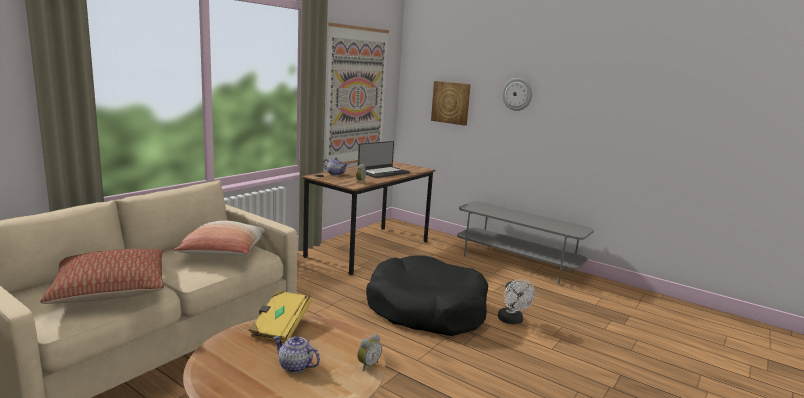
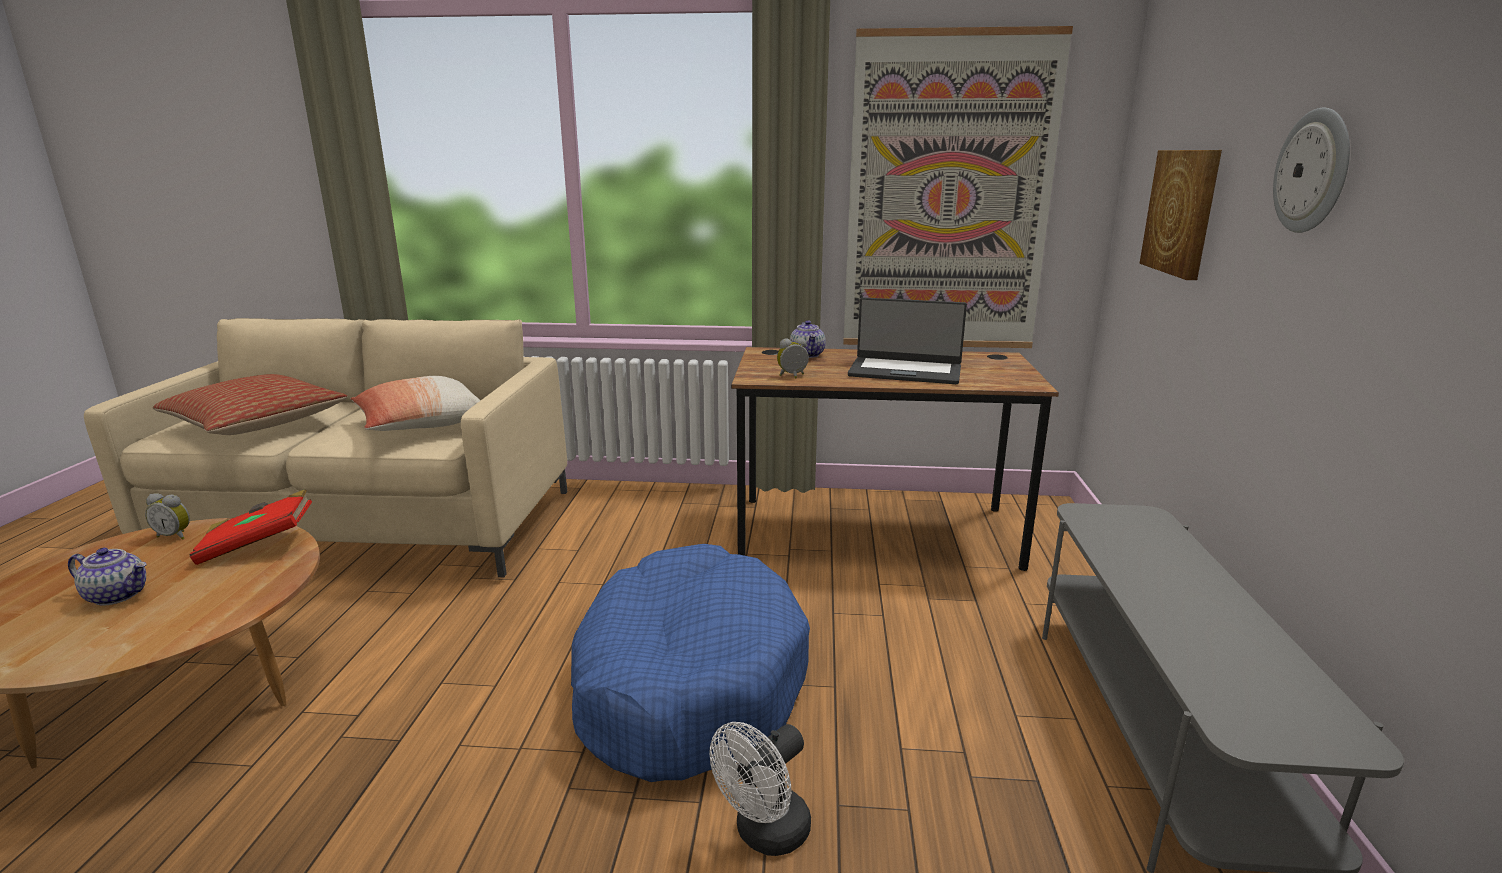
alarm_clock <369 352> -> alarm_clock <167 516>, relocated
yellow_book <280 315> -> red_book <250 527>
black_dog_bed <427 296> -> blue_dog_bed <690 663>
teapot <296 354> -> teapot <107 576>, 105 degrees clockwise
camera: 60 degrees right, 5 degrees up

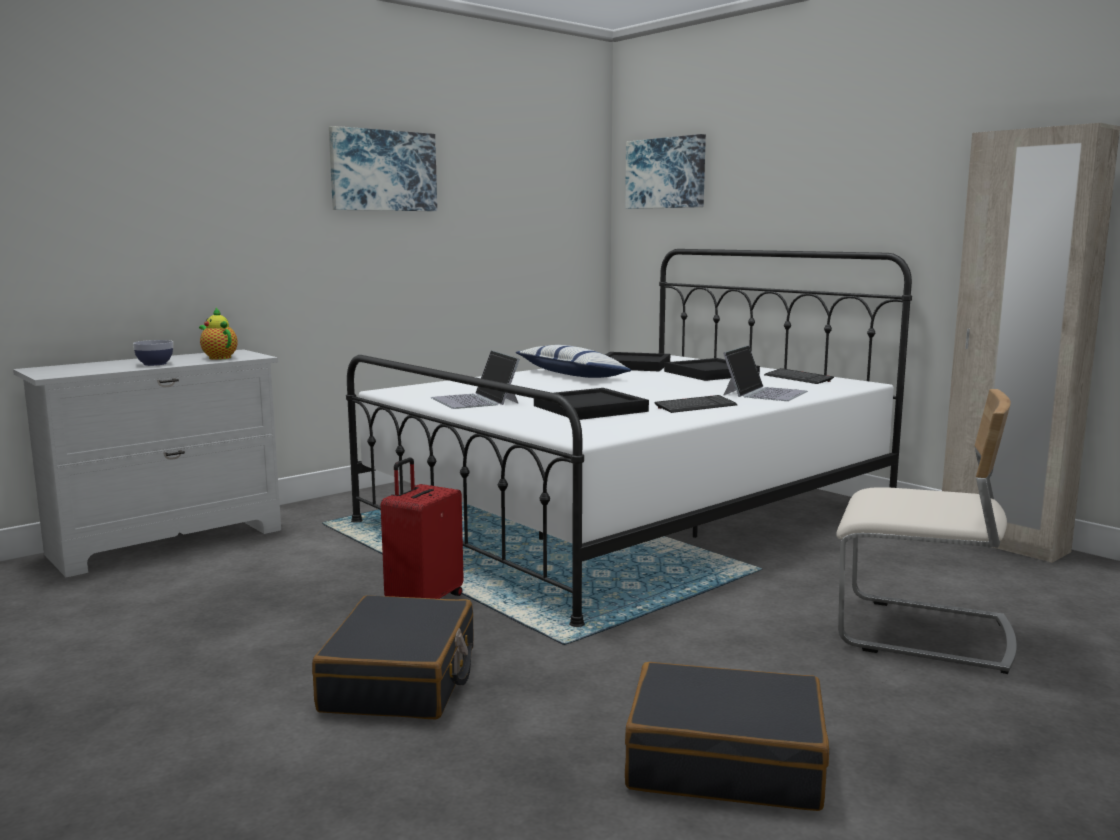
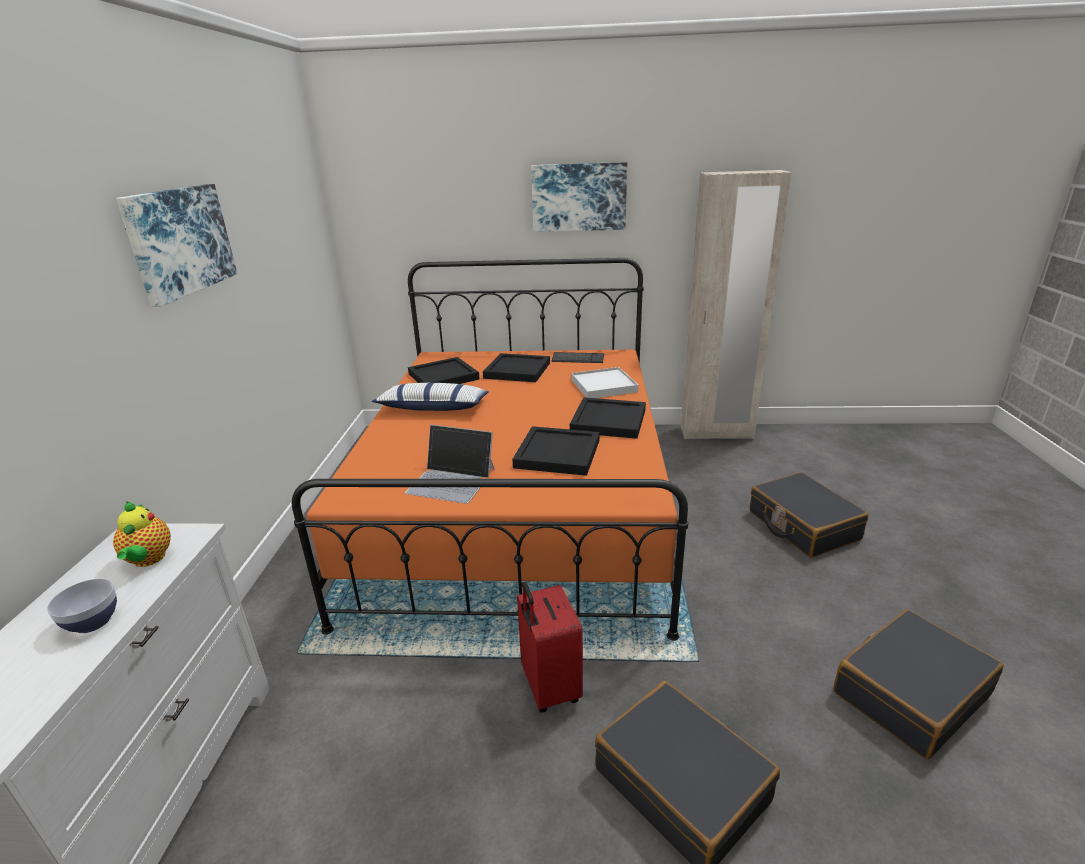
picture <665 171> -> picture <579 197>, relocated
keyboard <696 404> -> black_tray <608 418>
laptop <765 373> -> white_tray <605 382>
beige_chair <926 531> -> black_suitcase <809 515>
white_bed <629 438> -> orange_bed <490 449>
teapot <218 334> -> teapot <142 534>, 105 degrees counterclockwise
camera: 45 degrees left, 15 degrees up

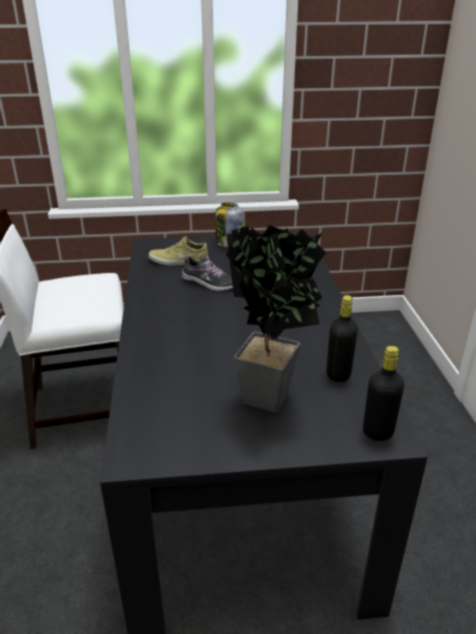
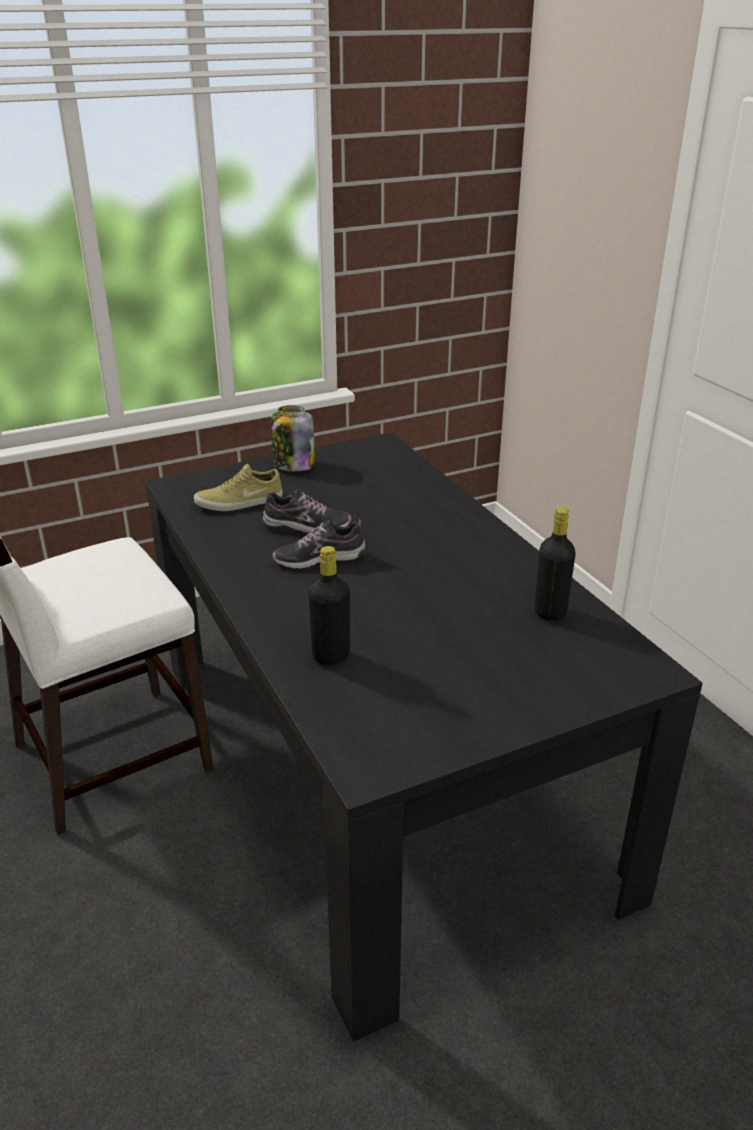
potted_plant <276 319> -> none
none -> shoe <319 544>
black_bottle <383 393> -> black_bottle <329 605>, relocated
camera: 20 degrees left, 0 degrees up

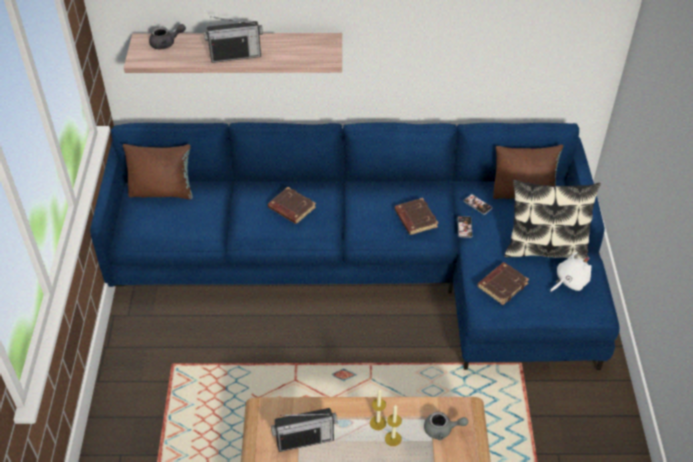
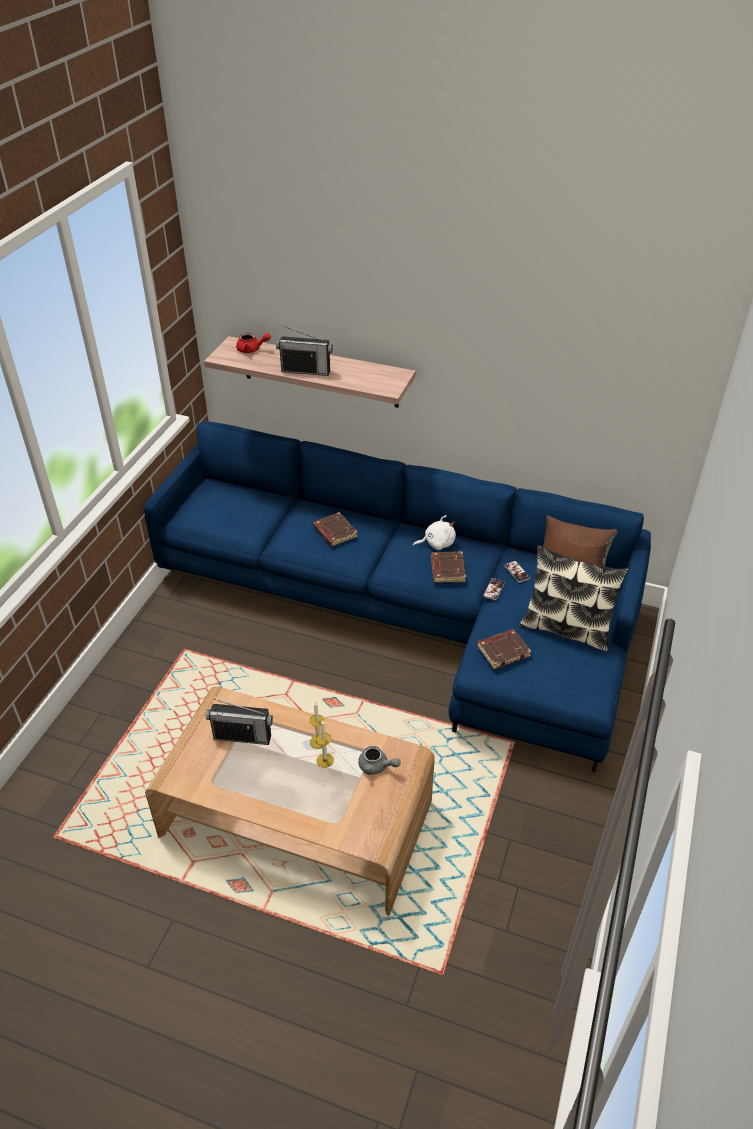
brown_pillow <158 171> -> none
white_plush_toy <570 272> -> white_plush_toy <434 532>, relocated
grey_teapot <167 36> -> red_teapot <253 343>
camera: 20 degrees right, 5 degrees down

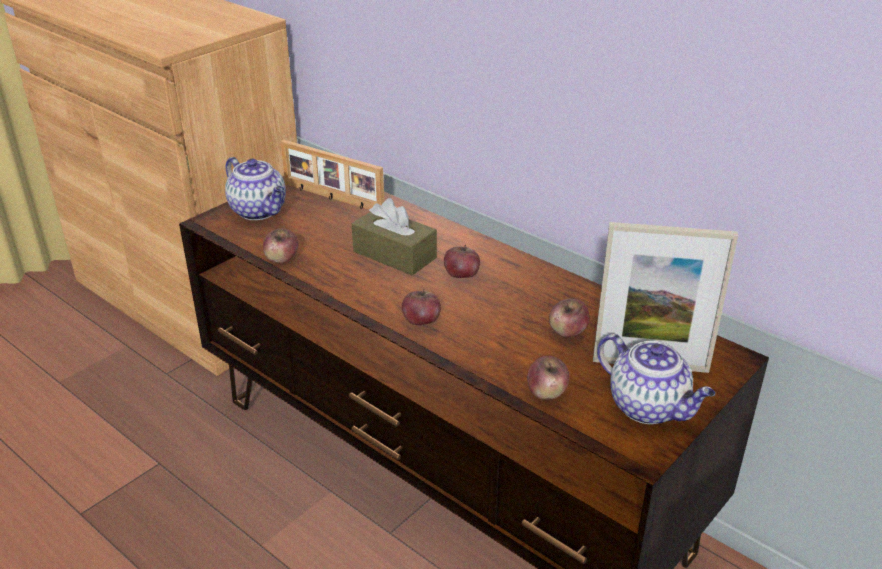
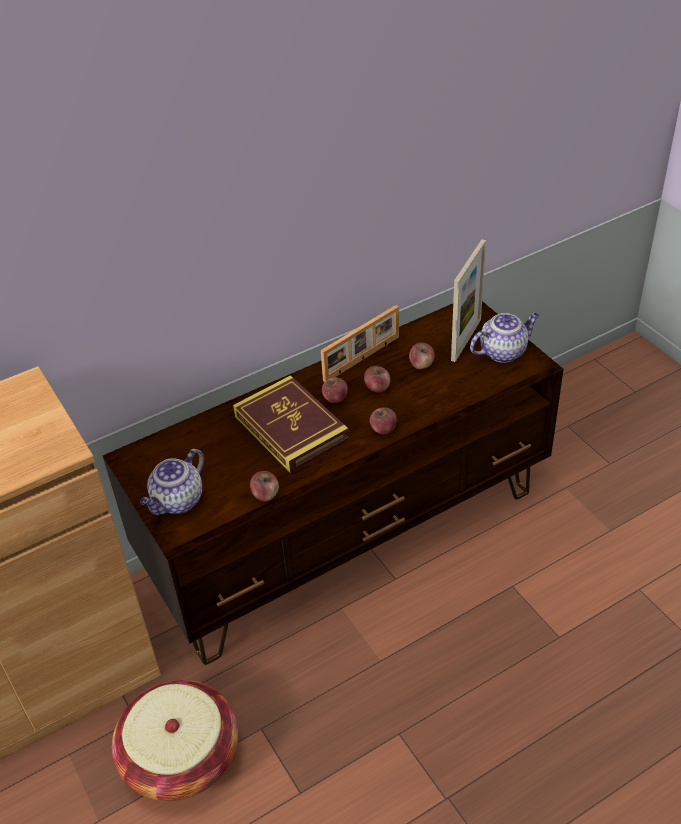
none -> basket <175 740>
picture_frame <332 175> -> picture_frame <360 343>, relocated
apple <548 378> -> apple <377 379>, relocated
brown_tissue_box <394 237> -> book <291 424>
teapot <255 188> -> teapot <172 482>, 150 degrees clockwise
camera: 70 degrees left, 10 degrees up

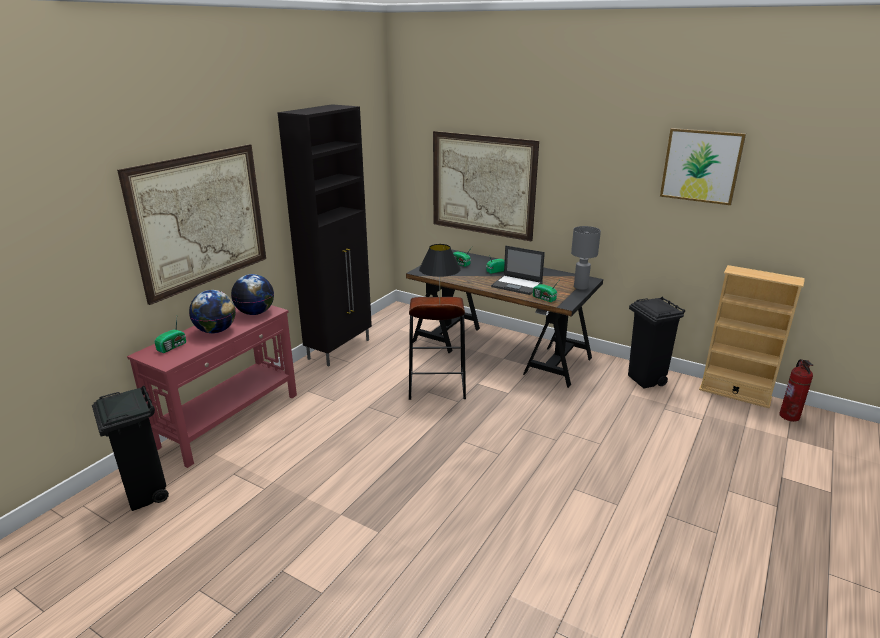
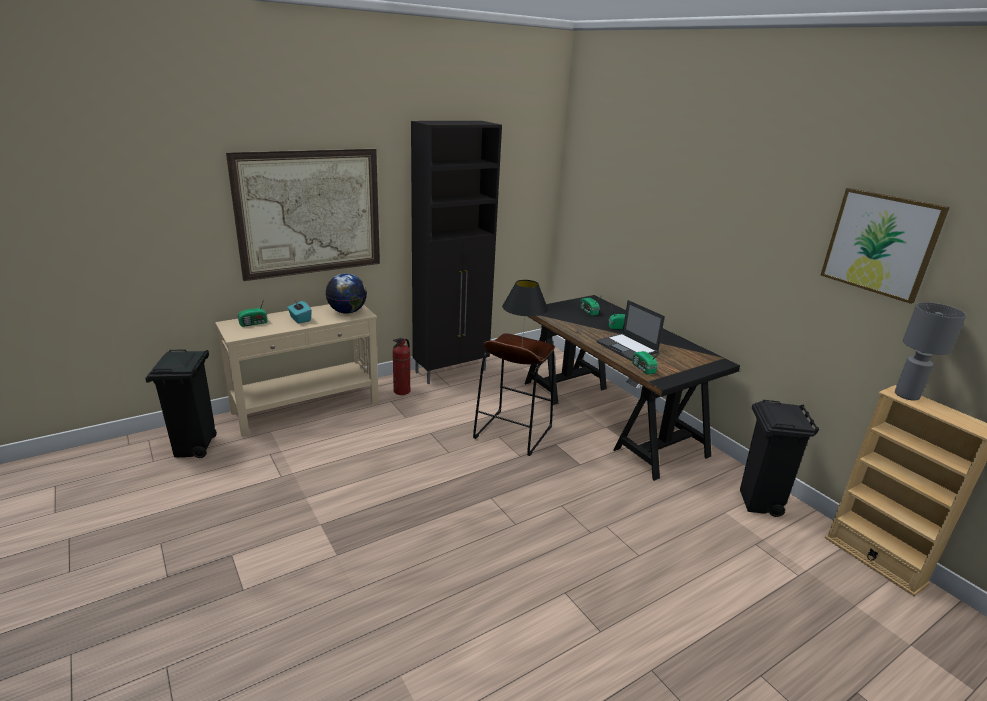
picture <486 186> -> none
grey_table_lamp <586 258> -> grey_table_lamp <930 351>, relocated
fire_extinguisher <796 390> -> fire_extinguisher <401 366>, relocated
globe <212 311> -> turquoise_tissue_box <299 311>
red_console_table <212 386> -> beige_console_table <297 370>
camera: 25 degrees right, 0 degrees up

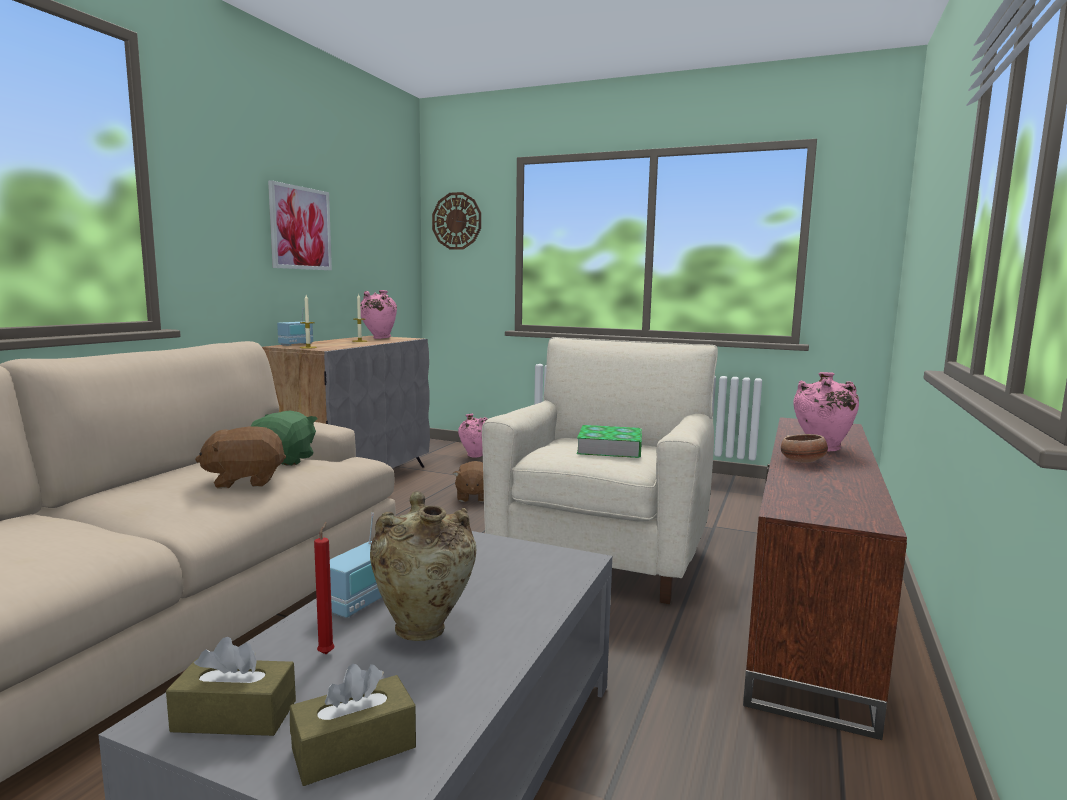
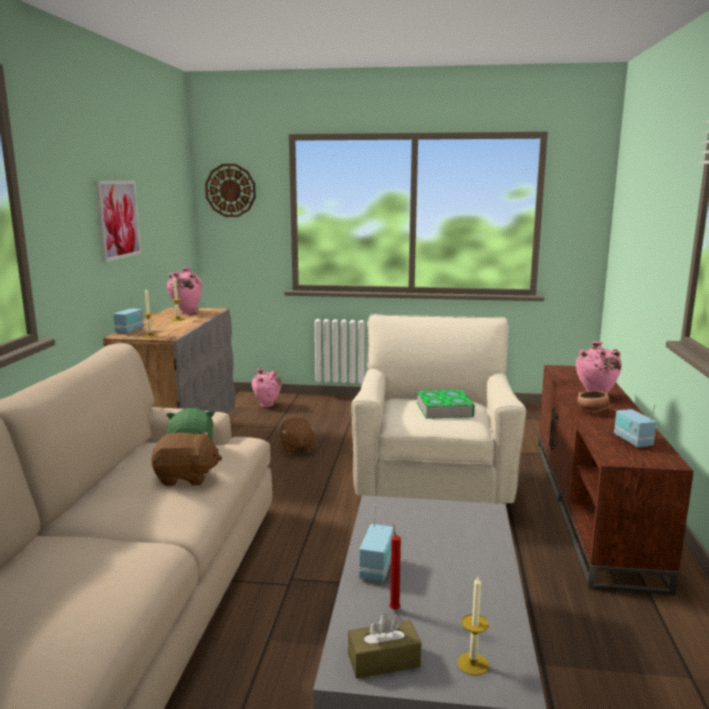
beige_vase <423 566> -> none
none -> radio <635 426>
brown_tissue_box <353 725> -> candle <473 626>
brown_plush_toy <240 458> -> brown_plush_toy <186 458>, 150 degrees counterclockwise
camera: 15 degrees left, 5 degrees up

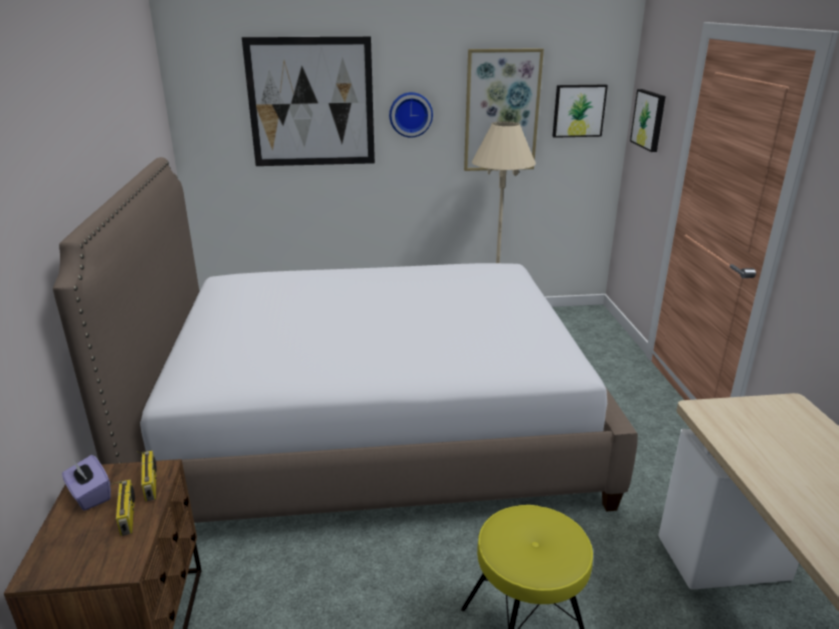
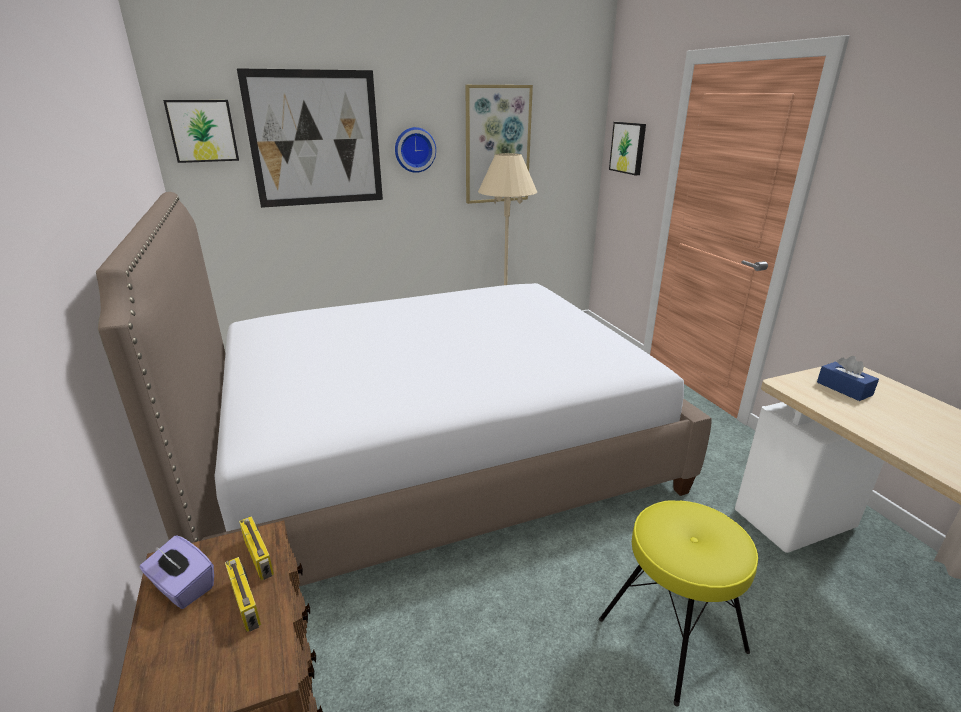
none -> blue_tissue_box <848 378>
picture <580 111> -> picture <201 131>, relocated
camera: 15 degrees left, 0 degrees up

